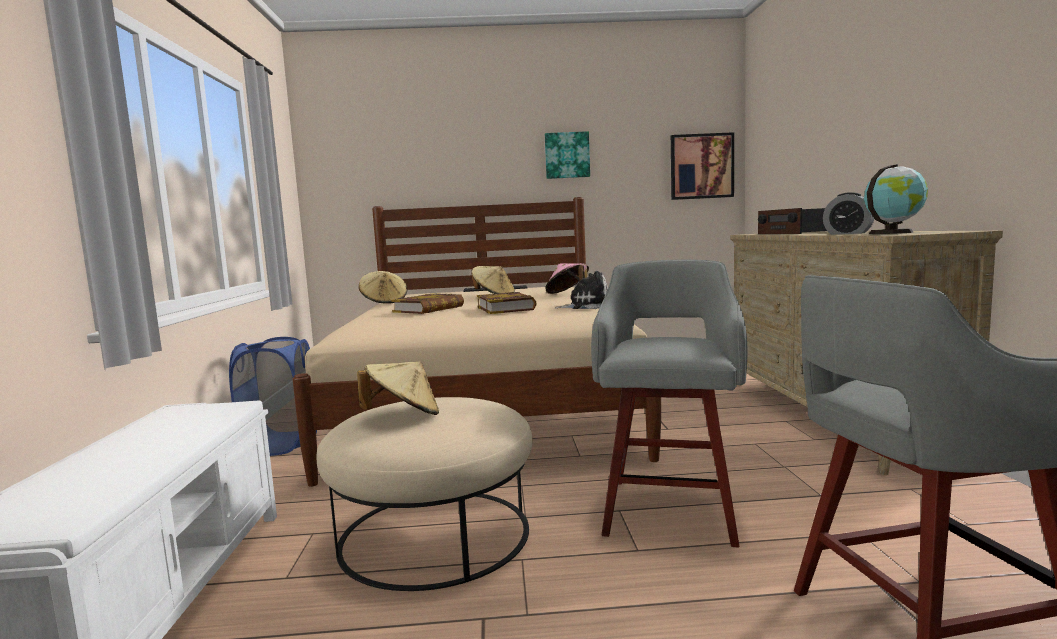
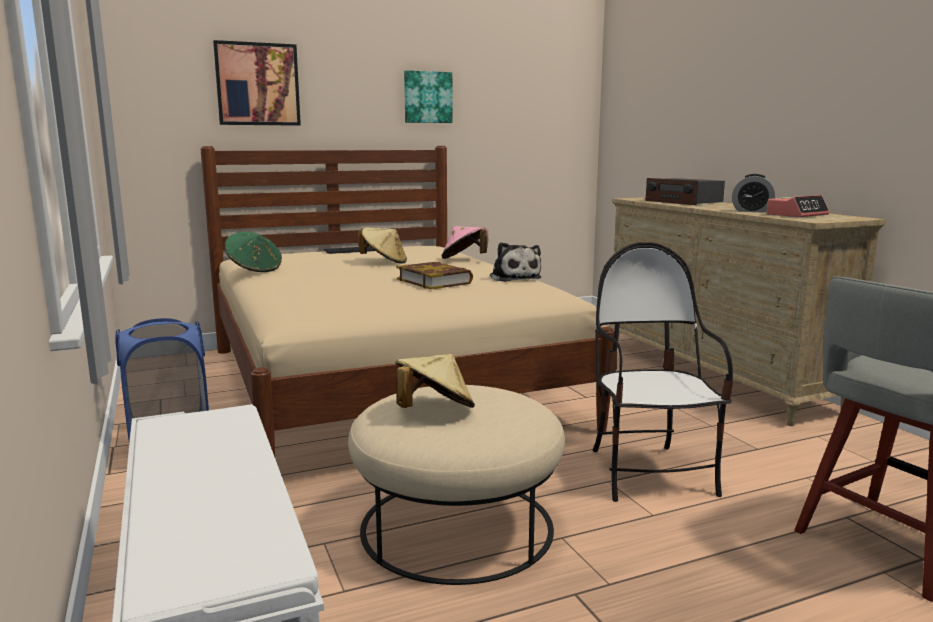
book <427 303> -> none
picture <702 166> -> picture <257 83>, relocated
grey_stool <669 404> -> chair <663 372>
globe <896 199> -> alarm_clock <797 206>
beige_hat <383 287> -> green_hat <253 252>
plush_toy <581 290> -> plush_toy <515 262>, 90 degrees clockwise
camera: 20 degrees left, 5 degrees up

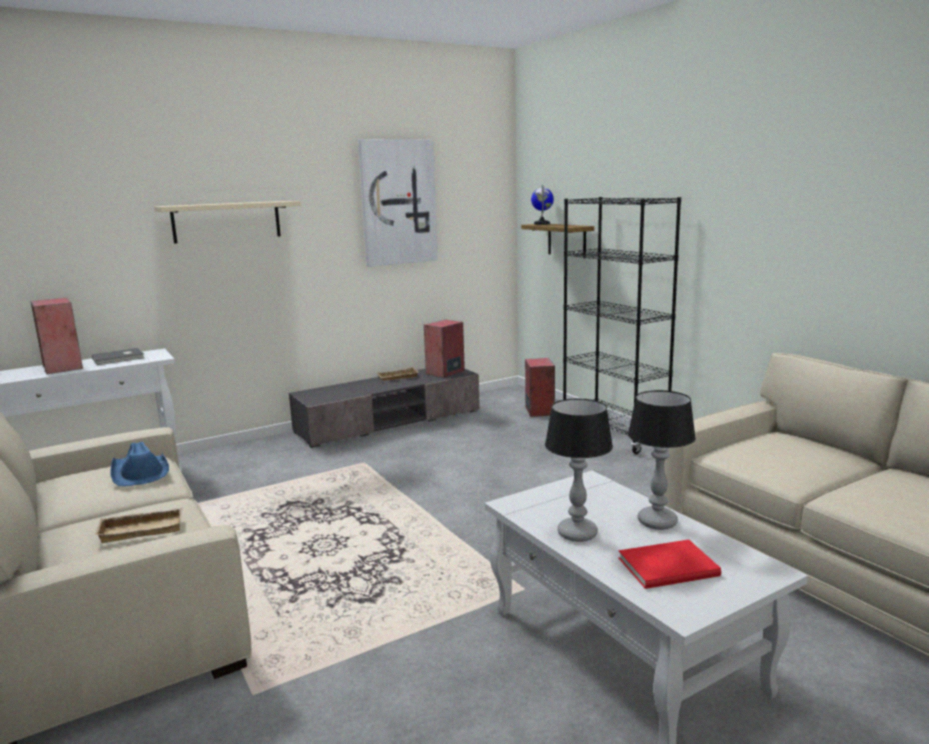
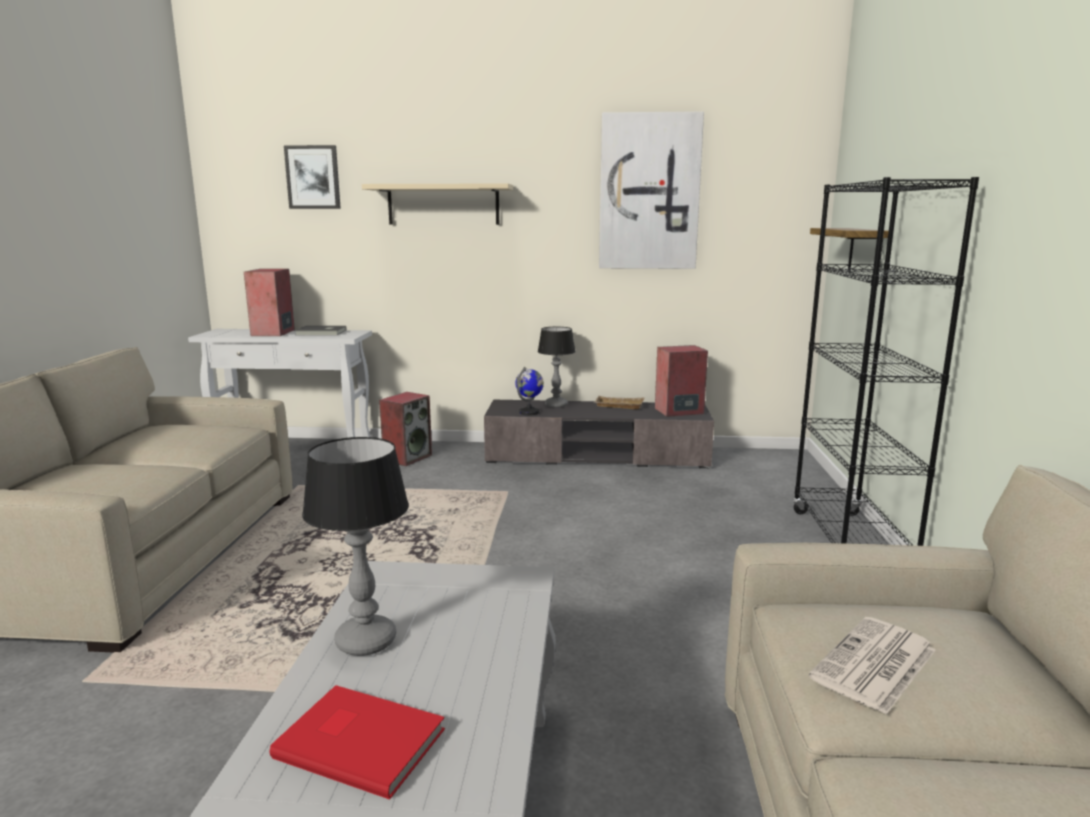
beige_tray <139 525> -> none
blue_hat <139 464> -> none
none -> picture <312 177>
none -> newspaper <872 665>
speaker <540 387> -> speaker <405 429>, relocated
globe <542 205> -> globe <530 391>, relocated
table_lamp <662 460> -> table_lamp <557 367>, relocated
camera: 35 degrees right, 0 degrees up

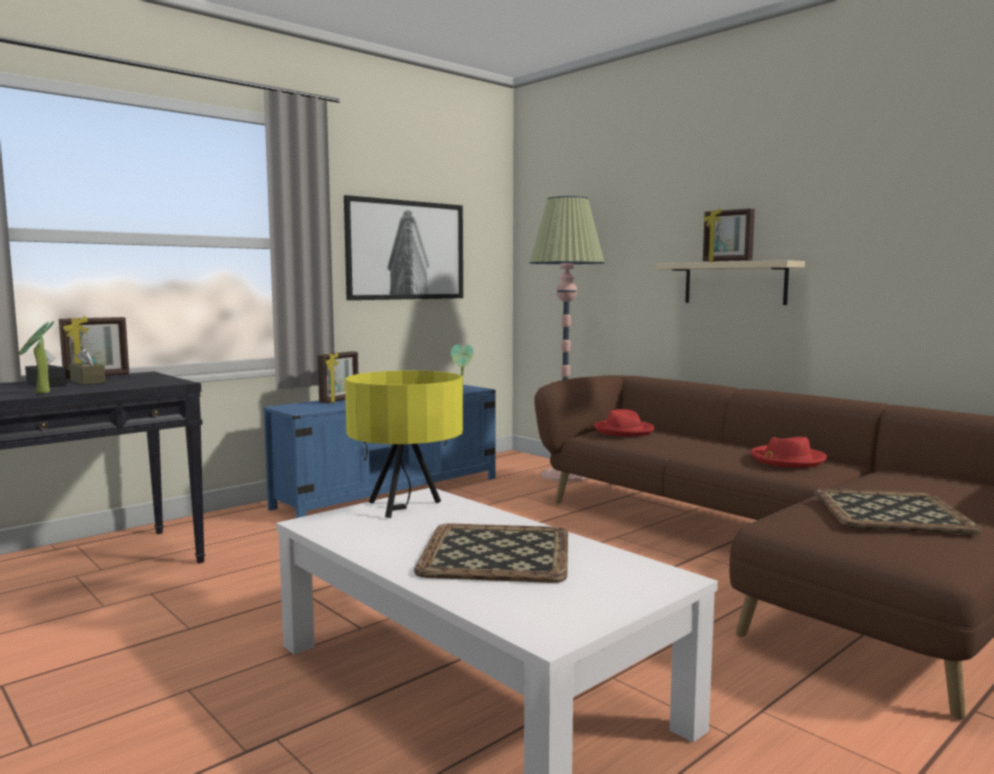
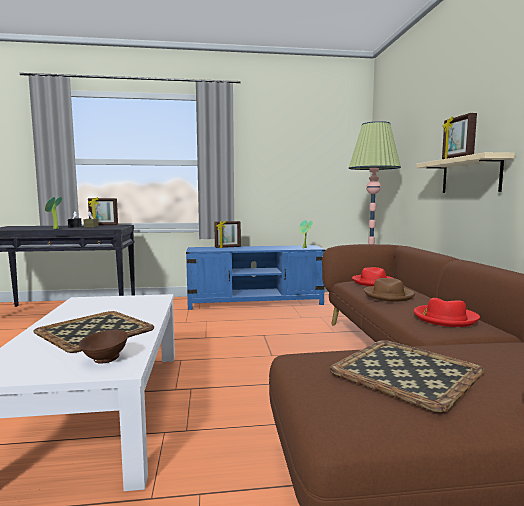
picture <403 247> -> none
yellow_table_lamp <404 444> -> none
none -> brown_bowl <103 347>
none -> brown_hat <389 290>
camera: 35 degrees right, 0 degrees up

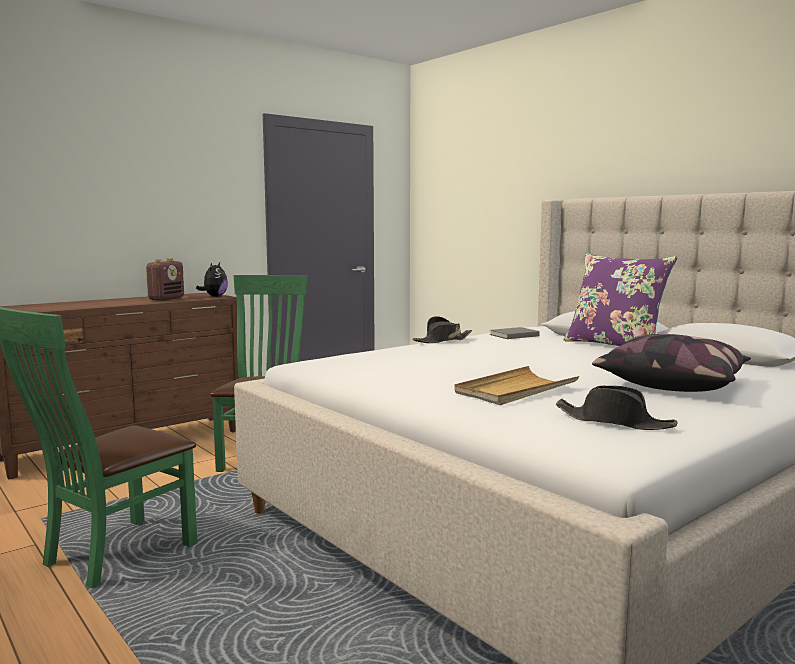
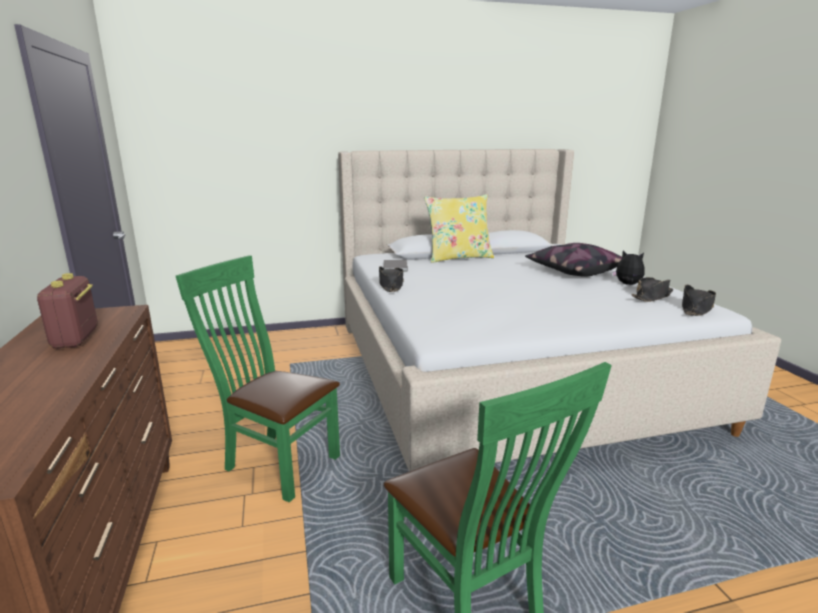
beige_tray <516 385> -> none
none -> black_hat <699 300>
plush_toy <212 280> -> plush_toy <628 267>, relocated
purple_pillow <620 299> -> yellow_pillow <459 228>
radio <165 279> -> radio <67 311>, 150 degrees counterclockwise
camera: 65 degrees left, 10 degrees up

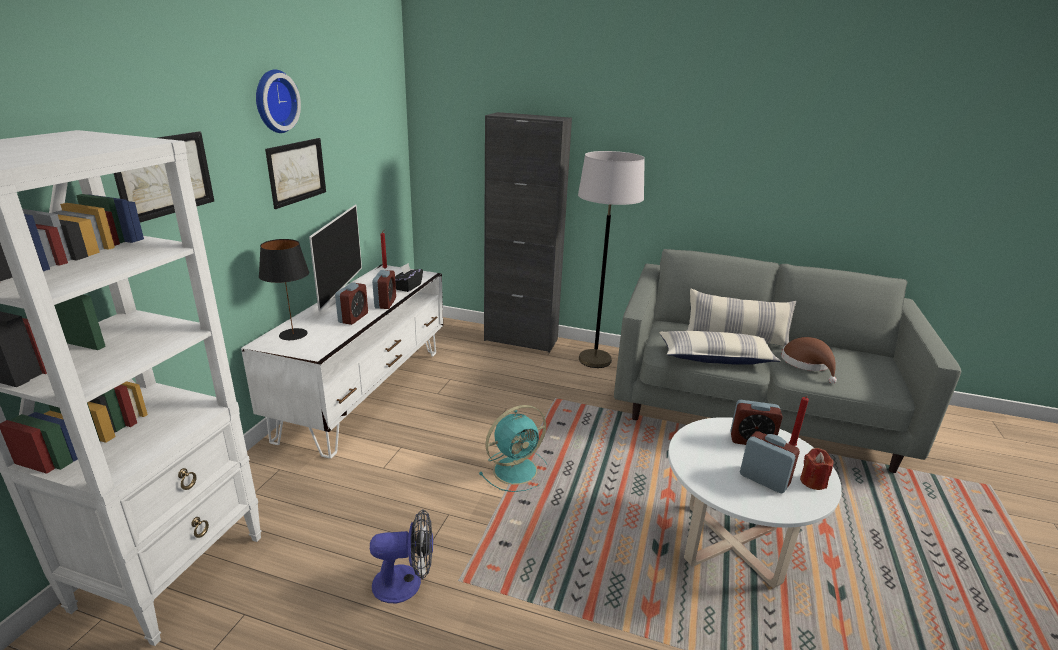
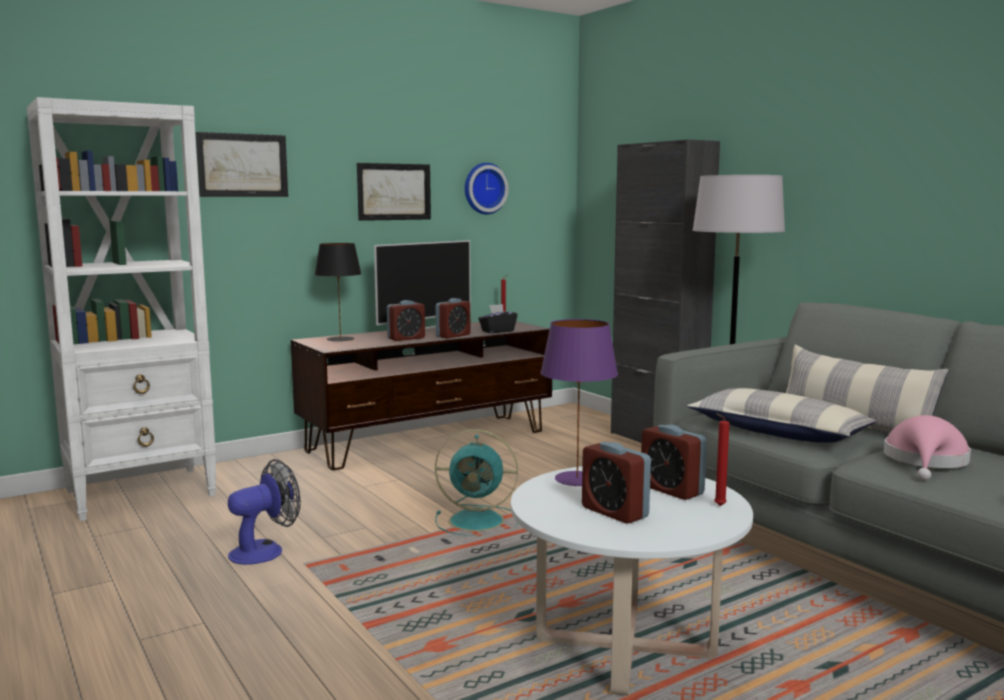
red_candle <817 469> -> none
none -> purple_table_lamp <579 402>
wall_clock <278 101> -> wall_clock <486 188>, relocated
white_tv_stand <342 361> -> brown_tv_stand <421 395>
brown_hat <809 360> -> pink_hat <927 448>
fan <401 556> -> fan <264 512>, 75 degrees counterclockwise
alarm_clock <770 462> -> alarm_clock <616 483>, 150 degrees clockwise
camera: 40 degrees right, 15 degrees down

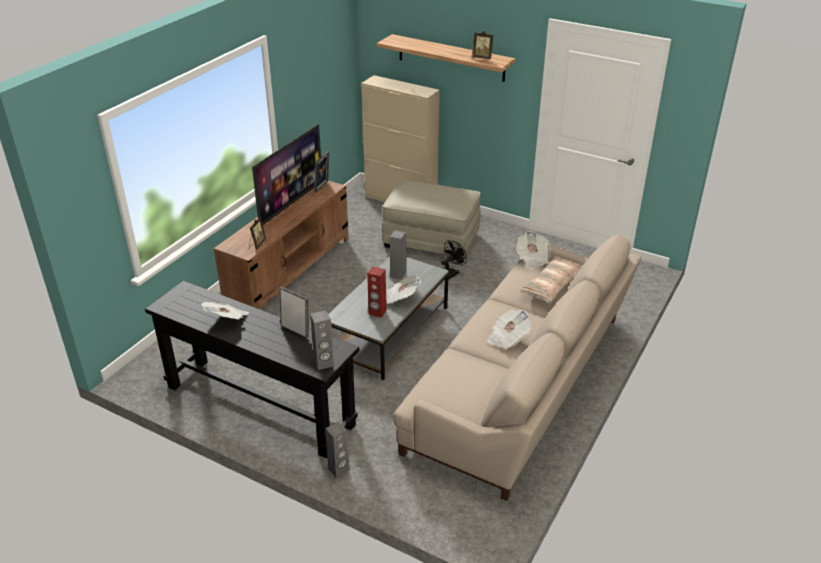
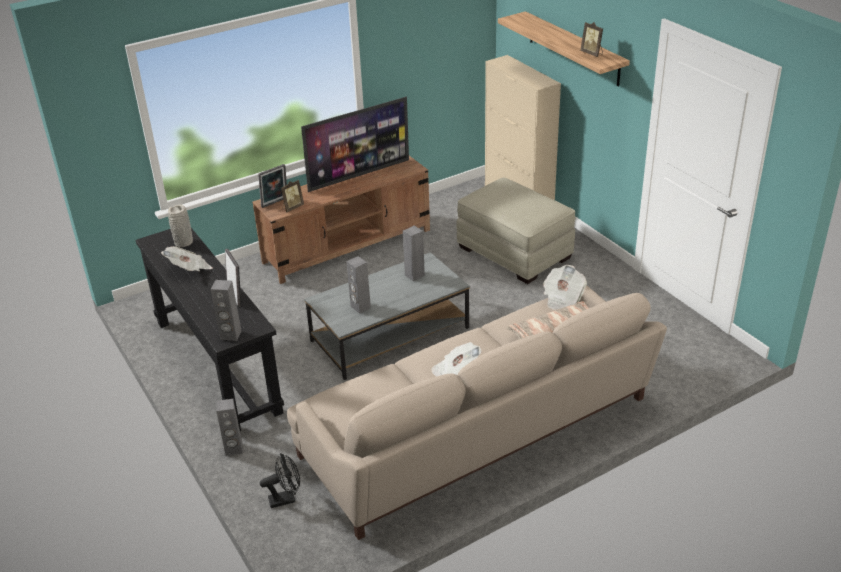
newspaper <403 289> -> none
none -> grey_vase <180 225>
picture_frame <321 172> -> picture_frame <272 186>, relocated
black_fan <454 260> -> black_fan <280 480>, relocated
red_speaker <377 292> -> grey_speaker <358 285>
camera: 30 degrees right, 0 degrees up

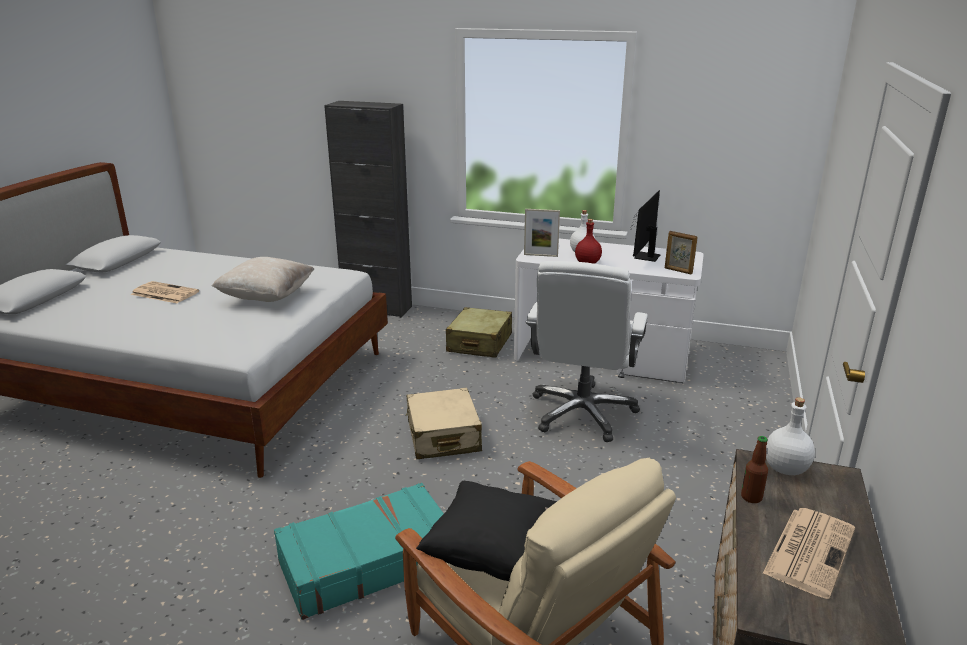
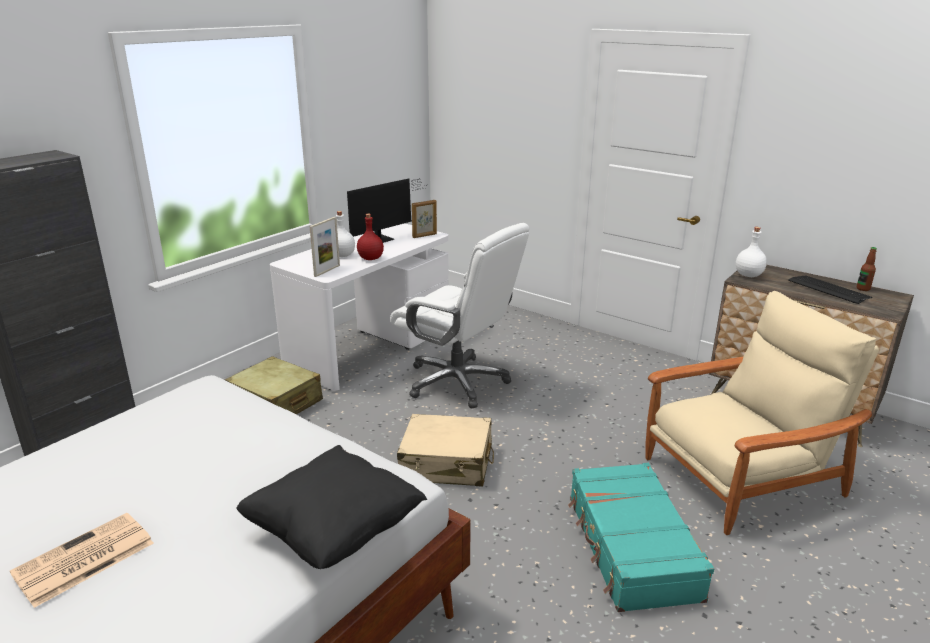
beige_pillow <263 279> -> none
black_pillow <486 531> -> black_pillow <331 507>, relocated
bottle <754 469> -> bottle <867 269>, relocated
newspaper <808 553> -> keyboard <830 289>
monitor <645 226> -> monitor <387 210>, 90 degrees counterclockwise
camera: 70 degrees left, 0 degrees up

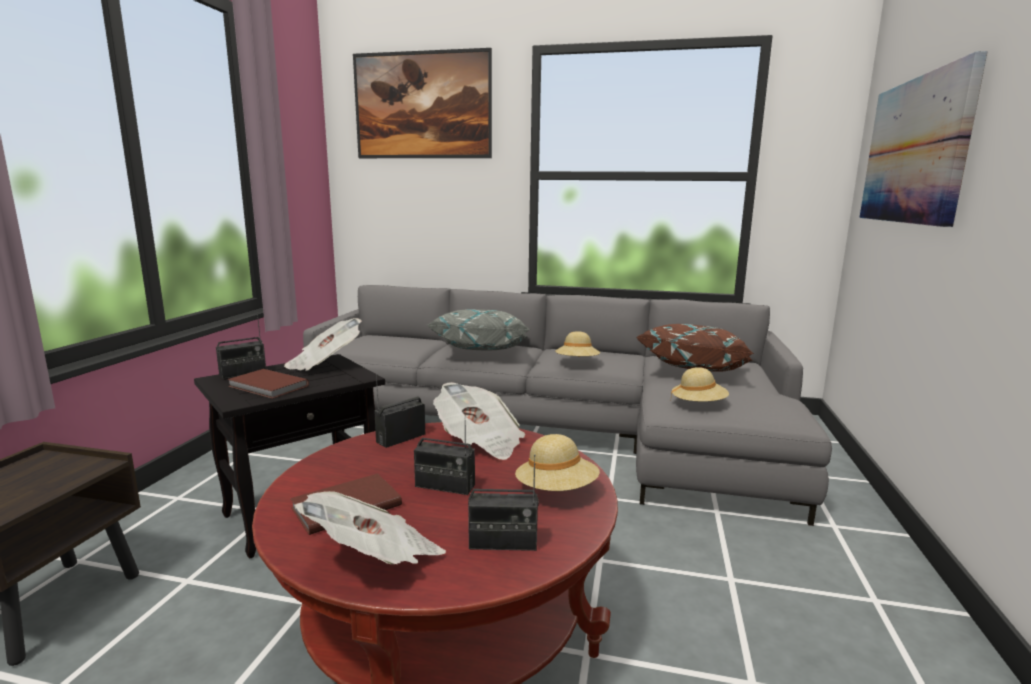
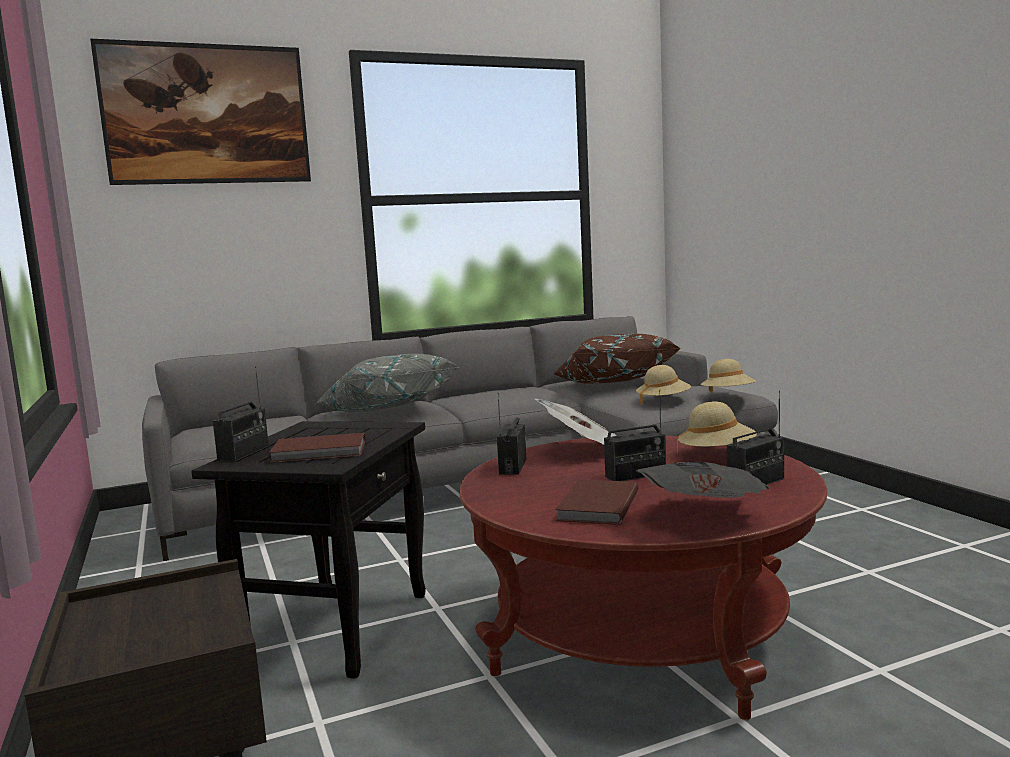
newspaper <323 344> -> none
picture <923 139> -> none
beige_hat <577 344> -> beige_hat <728 375>, relocated
camera: 35 degrees left, 5 degrees down

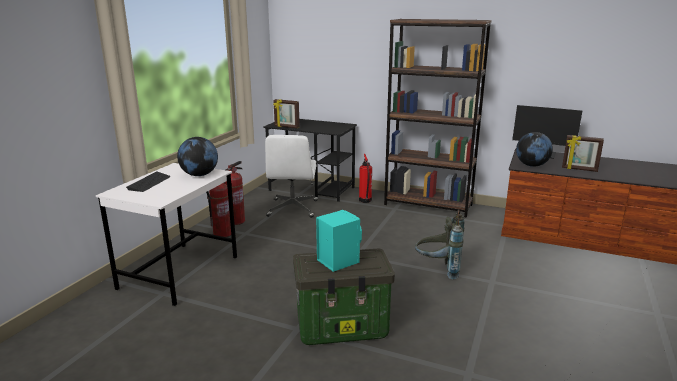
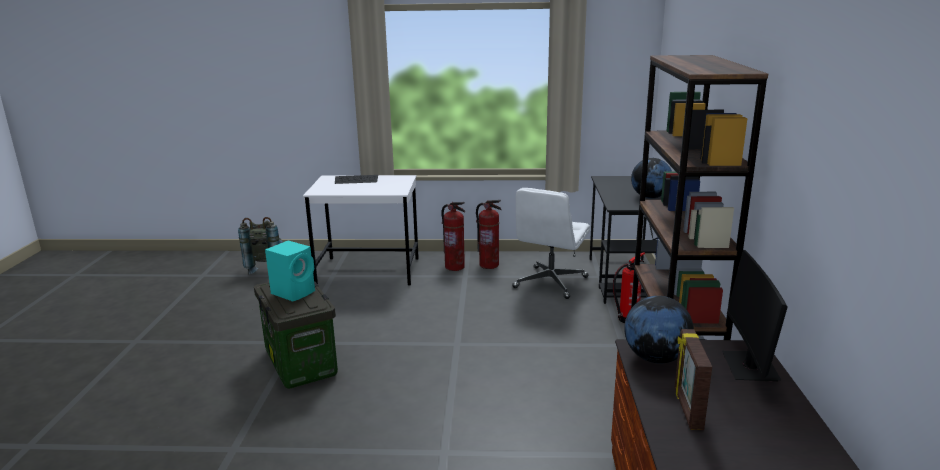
picture_frame <286 113> -> none
globe <197 156> -> globe <651 178>, relocated
grey_backpack <439 245> -> grey_backpack <260 246>, relocated
white_office_chair <291 176> -> white_office_chair <551 243>, 45 degrees counterclockwise
camera: 70 degrees right, 0 degrees up

